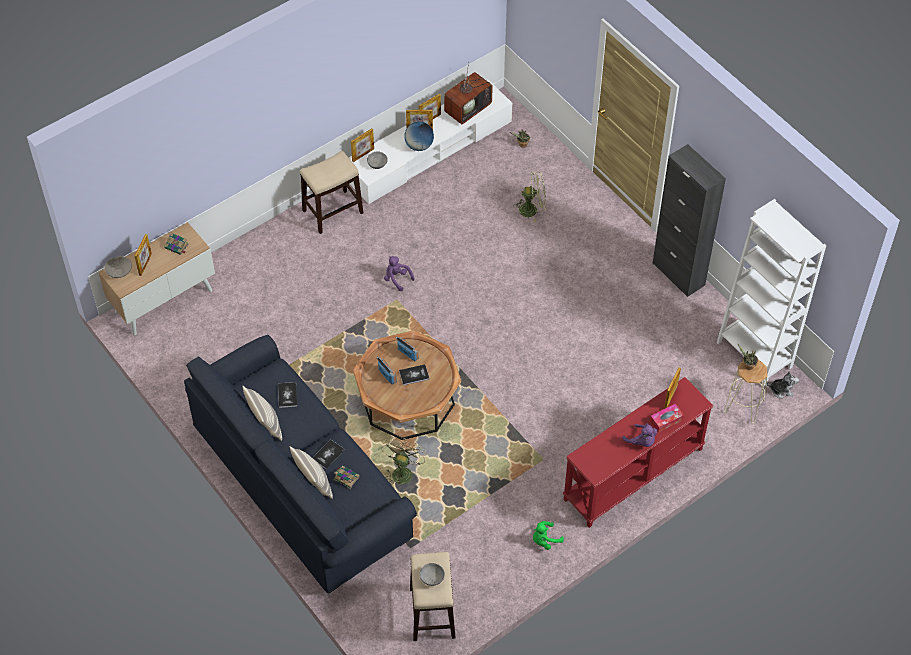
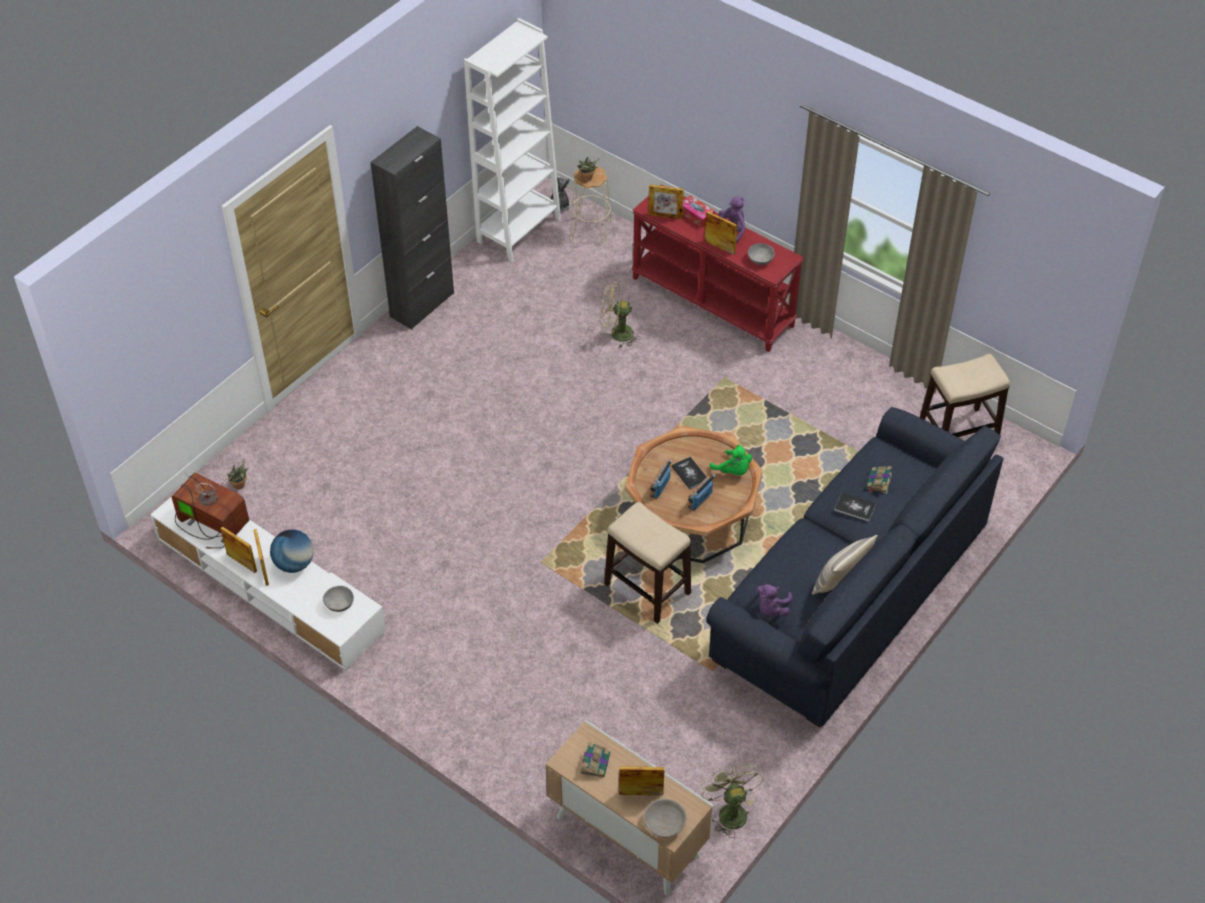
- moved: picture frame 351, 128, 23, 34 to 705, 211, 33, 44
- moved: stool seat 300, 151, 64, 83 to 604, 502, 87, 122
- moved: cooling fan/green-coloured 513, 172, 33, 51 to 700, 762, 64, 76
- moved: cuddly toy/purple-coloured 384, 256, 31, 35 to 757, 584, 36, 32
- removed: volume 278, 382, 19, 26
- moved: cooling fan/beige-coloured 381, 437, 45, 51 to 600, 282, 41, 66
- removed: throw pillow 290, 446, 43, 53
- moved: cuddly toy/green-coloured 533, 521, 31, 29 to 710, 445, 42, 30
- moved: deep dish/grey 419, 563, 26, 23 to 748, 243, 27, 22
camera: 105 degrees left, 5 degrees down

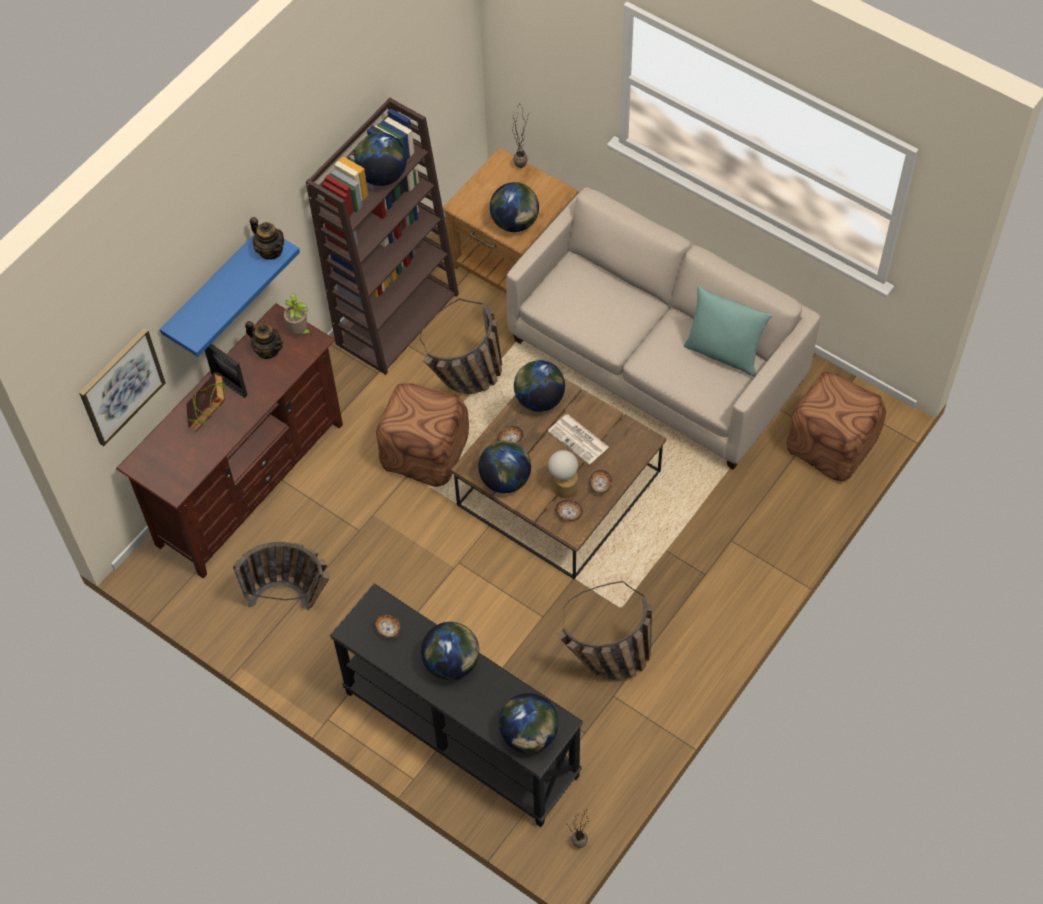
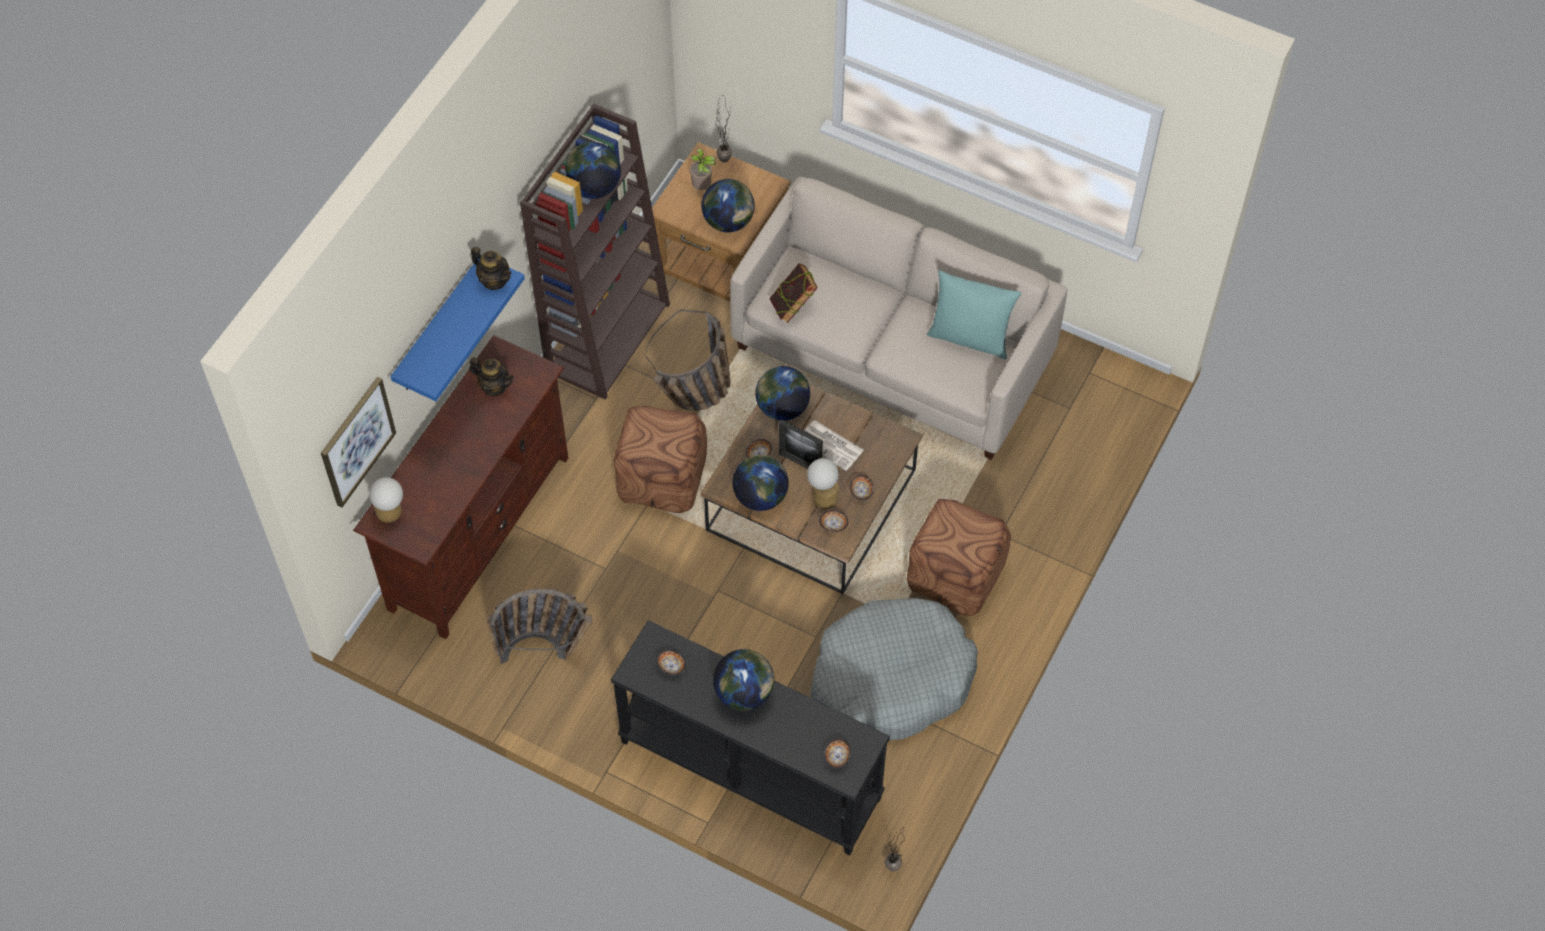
- moved: houseplant 284, 293, 28, 42 to 690, 148, 26, 42
- moved: picture frame 205, 344, 42, 54 to 779, 420, 44, 49
- moved: pouffe/brown-coloured 787, 372, 99, 109 to 907, 499, 104, 117
- moved: volume 186, 373, 39, 59 to 769, 263, 49, 60
- replaced: household basket 557, 581, 95, 100 to dog cushion/grey 810, 598, 168, 142
- replaced: world globe 499, 693, 59, 60 to deep dish 824, 739, 27, 29
- added: lamp for a table 369, 477, 34, 46
camera: 10 degrees left, 0 degrees up

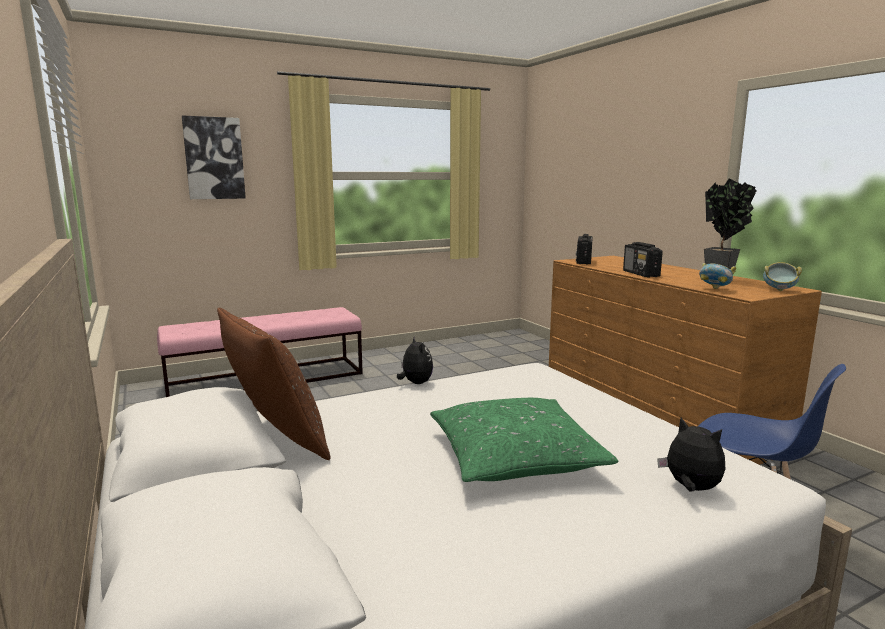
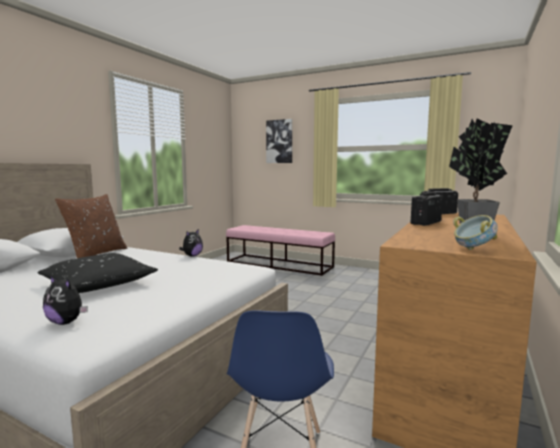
- removed: deep dish 699, 263, 37, 26
- recoloured: throw pillow/green-coloured 430, 398, 188, 84 to throw pillow/black-coloured 37, 253, 121, 40
- turned: cuddly toy 657, 418, 68, 74 = 43, 276, 45, 49 105 degrees clockwise
camera: 55 degrees right, 5 degrees down

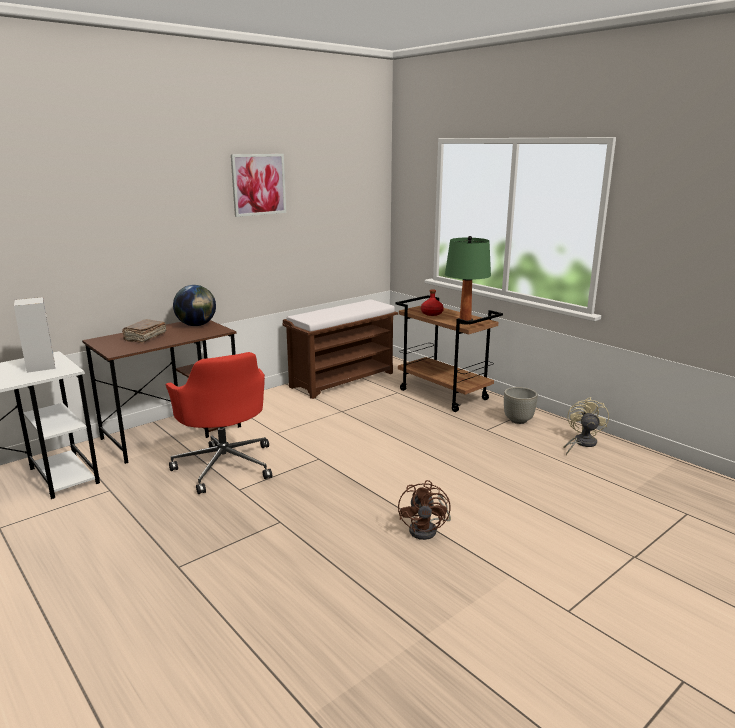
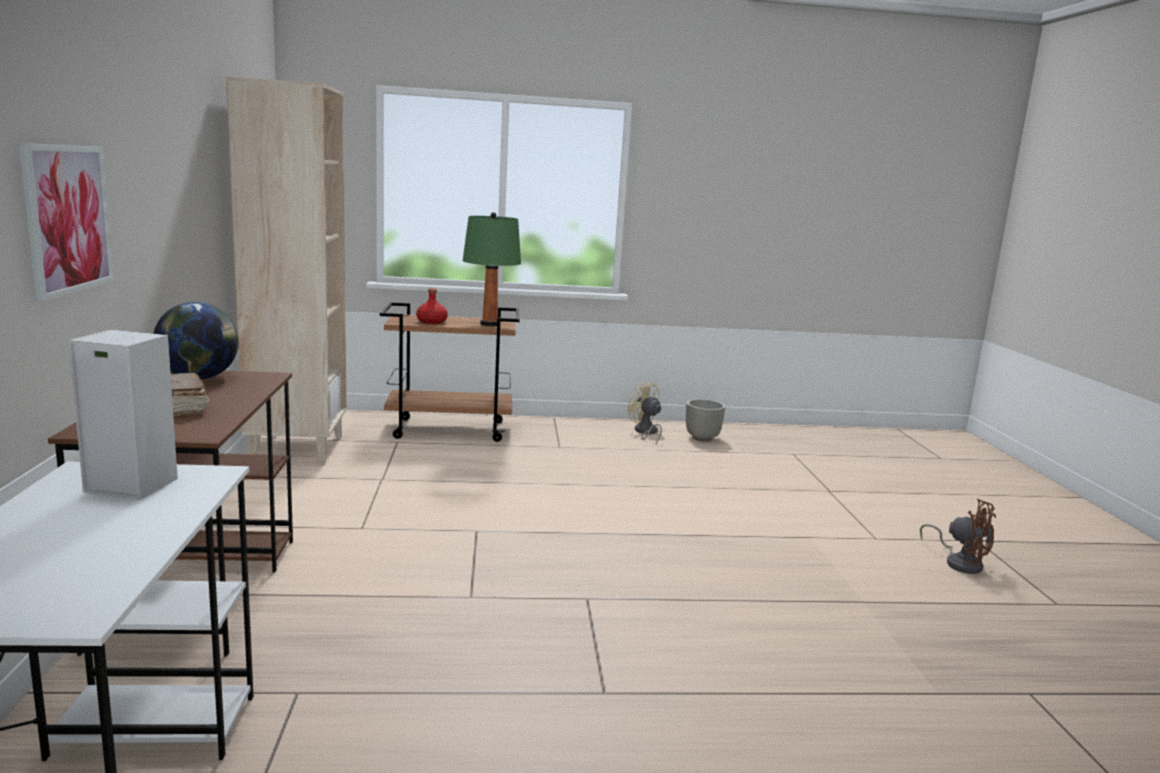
- moved: picture 231, 154, 55, 63 to 19, 143, 95, 159
- replaced: indoor bench/brown-coloured 282, 299, 116, 100 to bookshelf/beige-coloured 226, 76, 120, 389
- removed: computer chair/reddish 166, 352, 106, 142
- moved: flower pot/grey 504, 387, 34, 37 to 686, 399, 39, 42
- moved: cooling fan/brown-coloured 398, 480, 53, 60 to 920, 499, 76, 75
camera: 55 degrees left, 5 degrees down

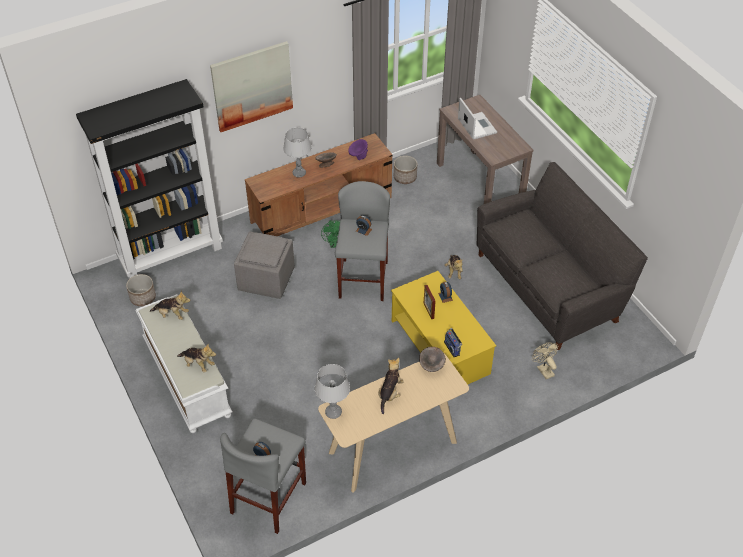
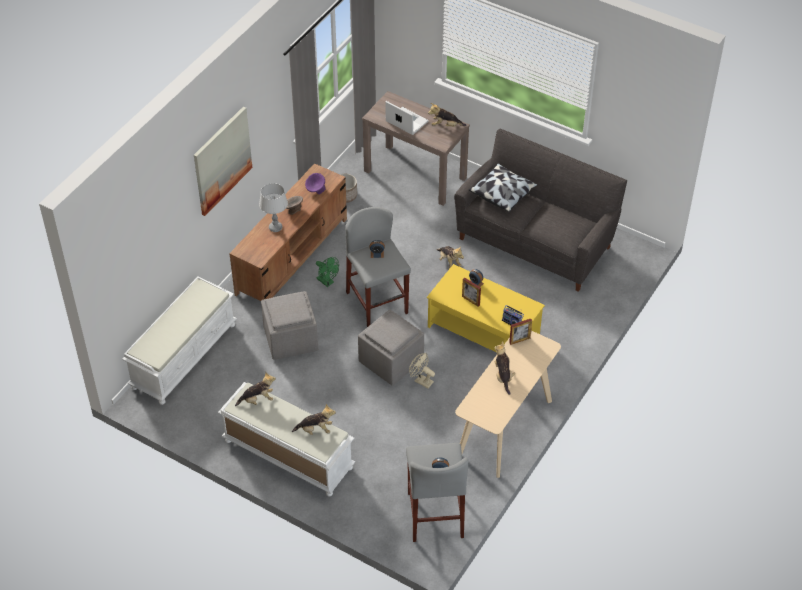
- replaced: bookshelf/black-coloured 76, 79, 147, 200 to indoor bench/whitish 122, 276, 115, 129
- removed: flower pot 126, 274, 30, 32
- moved: cooling fan/beige-coloured 532, 342, 26, 37 to 409, 353, 26, 35
- replaced: deep dish/grey 419, 347, 27, 25 to picture frame 509, 319, 23, 26
- removed: lamp for a table/grey 315, 364, 35, 55
- added: cuddly toy 428, 103, 38, 23
- added: throw pillow 469, 163, 69, 49
- added: pouffe/grey 358, 310, 66, 75
camera: 30 degrees left, 0 degrees up

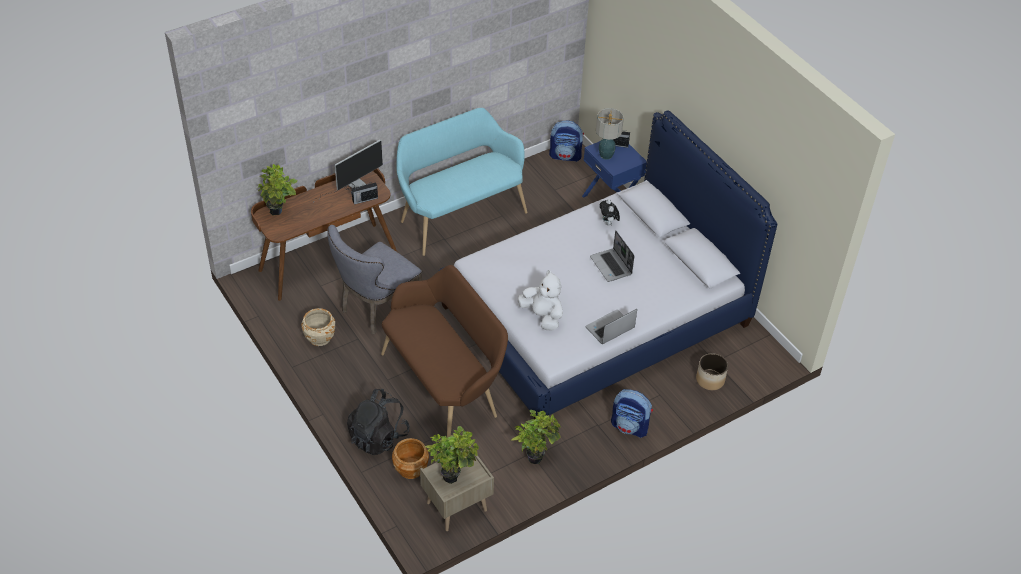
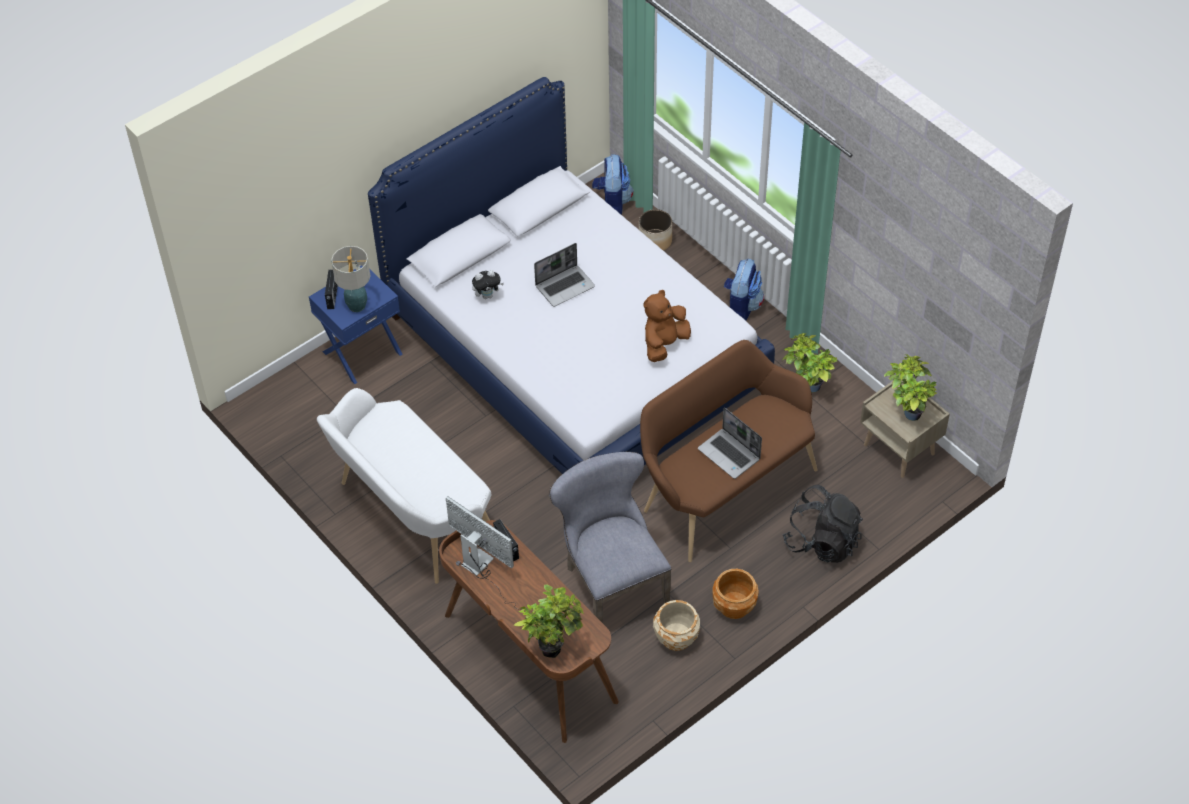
- recoloured: indoor bench/turquoise-coloured 397, 108, 130, 148 to indoor bench/whitish 317, 388, 174, 196
- moved: knapsack 549, 120, 35, 42 to 592, 154, 41, 60
- turned: chair/grey 327, 225, 95, 109 = 549, 452, 122, 170 150 degrees counterclockwise
- recoloured: cuddly toy/whitish 518, 270, 45, 61 to cuddly toy/brown-coloured 644, 290, 47, 72
- moved: notebook computer 585, 309, 52, 35 to 698, 407, 64, 72
- moved: flower pot/brown-coloured 392, 438, 37, 41 to 712, 569, 47, 50
camera: 95 degrees left, 5 degrees up

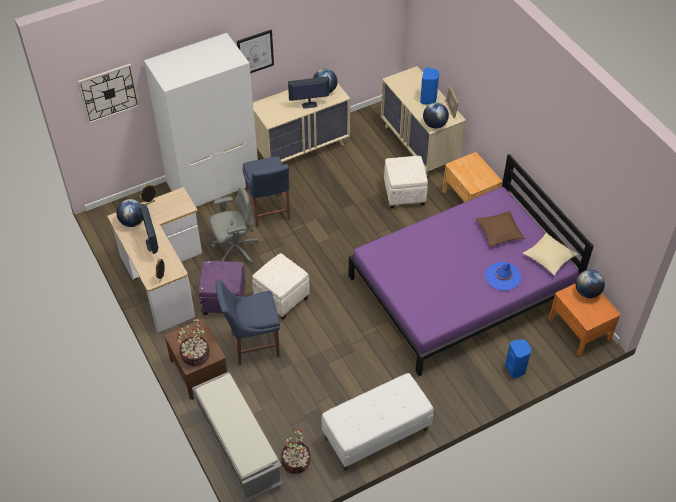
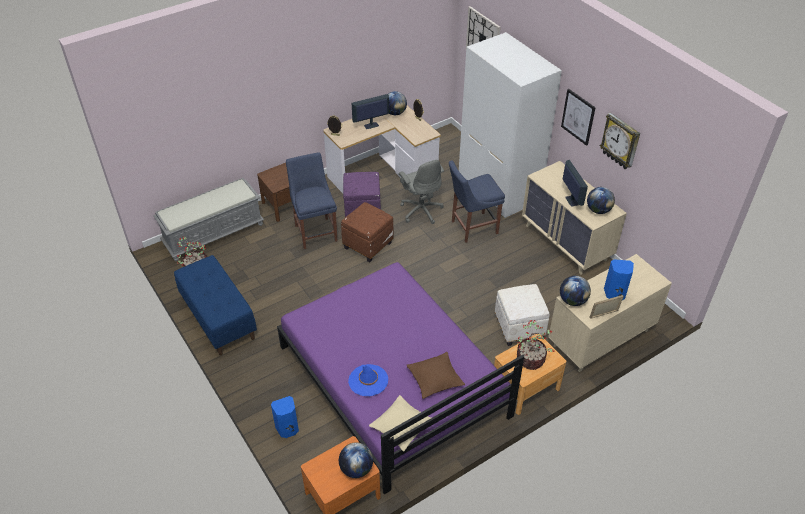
- recoloured: pouffe/whitish 252, 253, 58, 67 to pouffe/brown-coloured 341, 202, 52, 60
- moved: houseplant 176, 317, 34, 49 to 517, 320, 36, 50
- recoloured: indoor bench/whitish 321, 373, 113, 98 to indoor bench/blue 174, 255, 83, 100
- added: wall clock 600, 113, 40, 56
camera: 85 degrees right, 5 degrees down

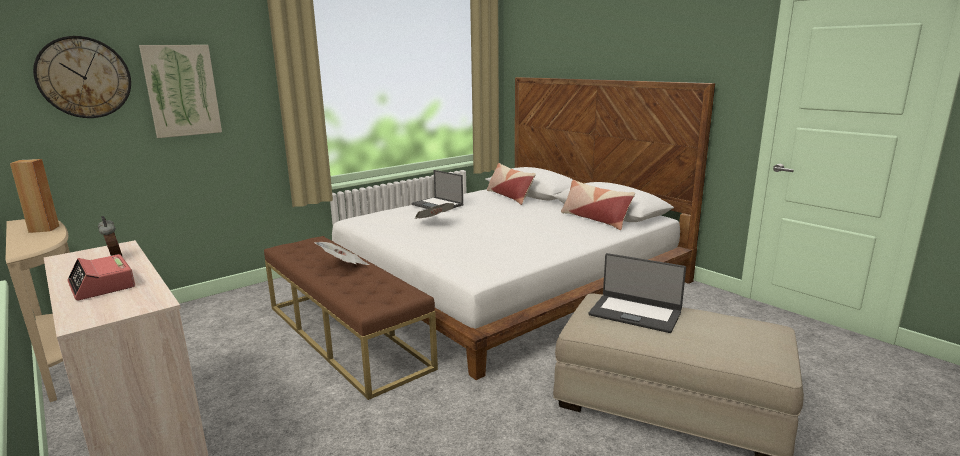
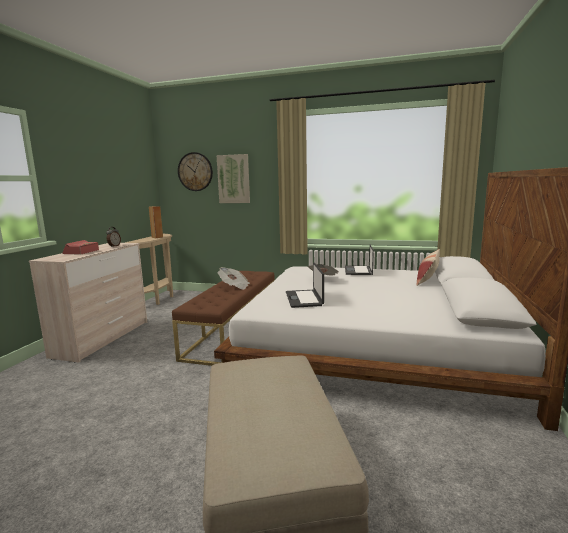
- removed: throw pillow 561, 180, 74, 50
- moved: notebook computer 589, 253, 97, 80 to 286, 262, 38, 46
camera: 55 degrees right, 5 degrees down

